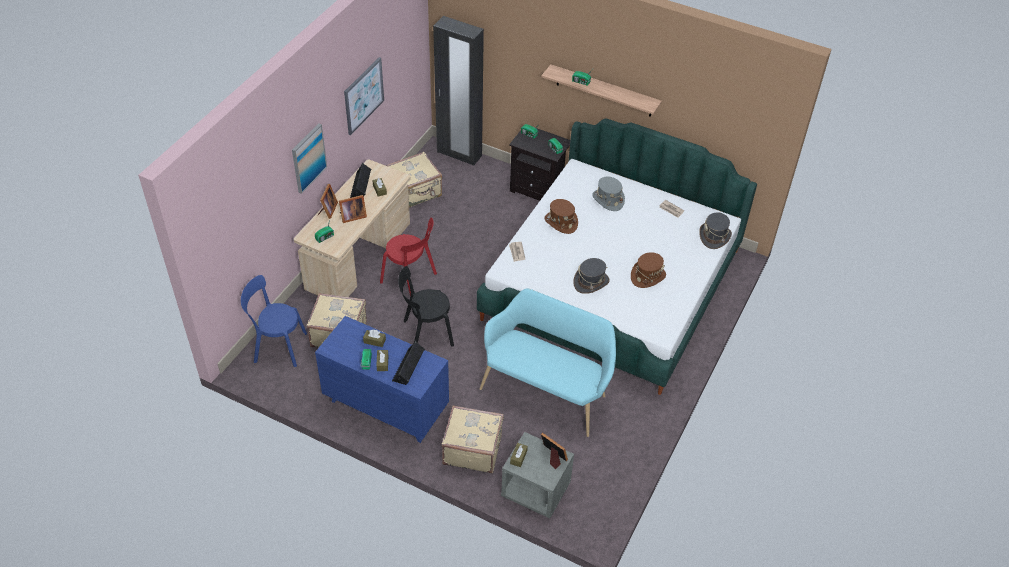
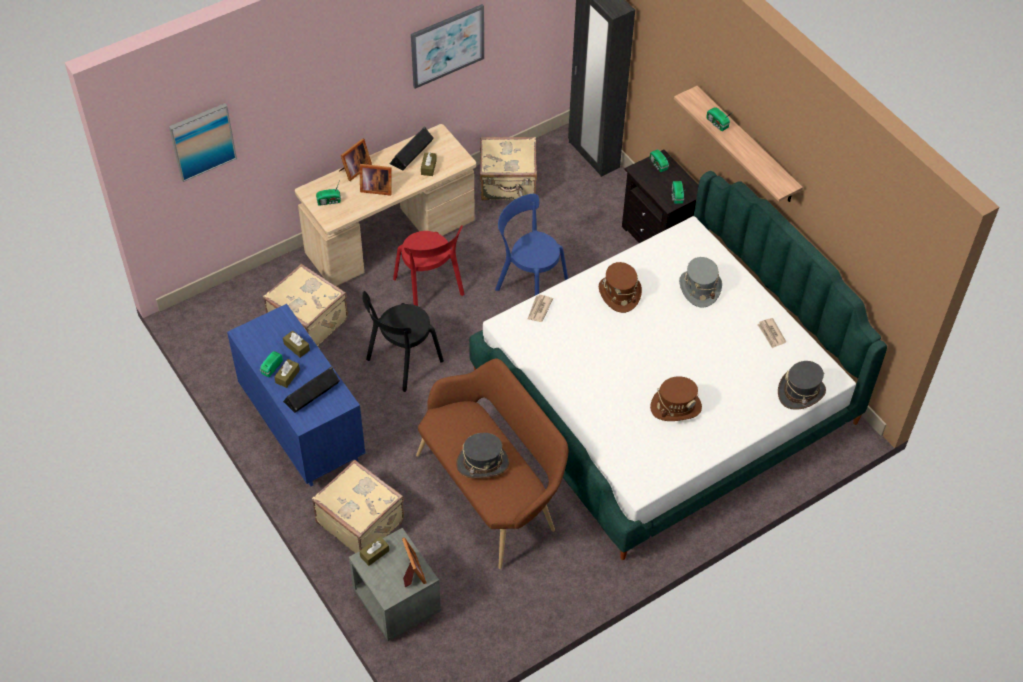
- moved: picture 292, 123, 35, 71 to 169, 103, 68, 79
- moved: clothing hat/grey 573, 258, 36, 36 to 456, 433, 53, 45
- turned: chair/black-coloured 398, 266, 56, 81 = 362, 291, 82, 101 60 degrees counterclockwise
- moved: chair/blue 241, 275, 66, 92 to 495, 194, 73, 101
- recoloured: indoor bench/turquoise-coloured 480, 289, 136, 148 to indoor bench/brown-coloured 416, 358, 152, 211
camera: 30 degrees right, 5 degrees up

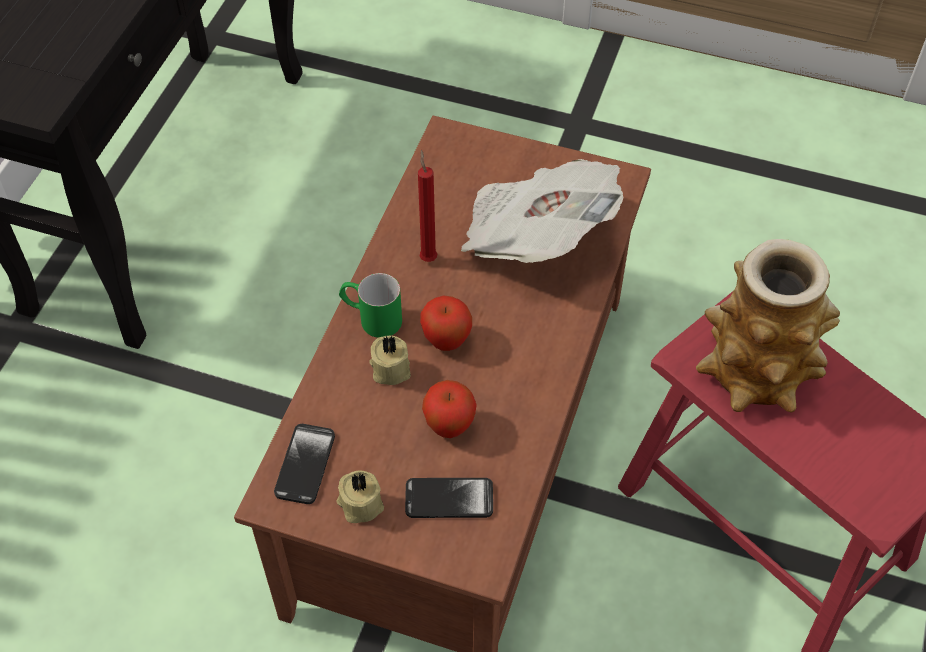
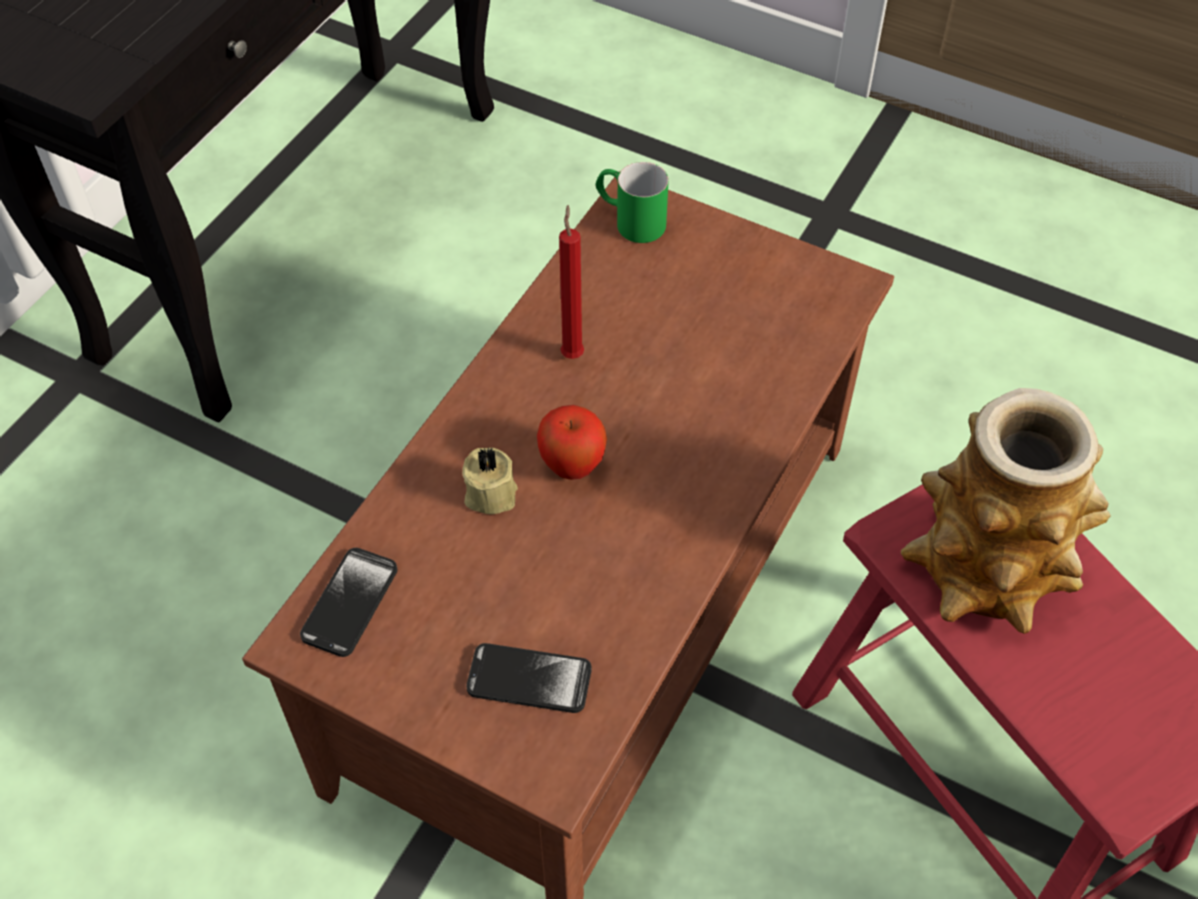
- removed: daily paper 461, 159, 162, 104
- moved: tea mug/green-coloured 339, 273, 63, 65 to 595, 162, 74, 81
- removed: apple fruit 422, 380, 55, 58
- removed: wax light/beige-coloured 337, 470, 47, 53
camera: 10 degrees right, 0 degrees up

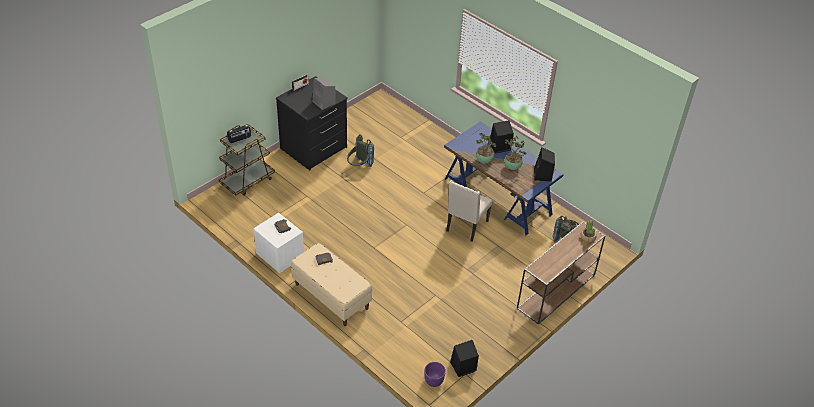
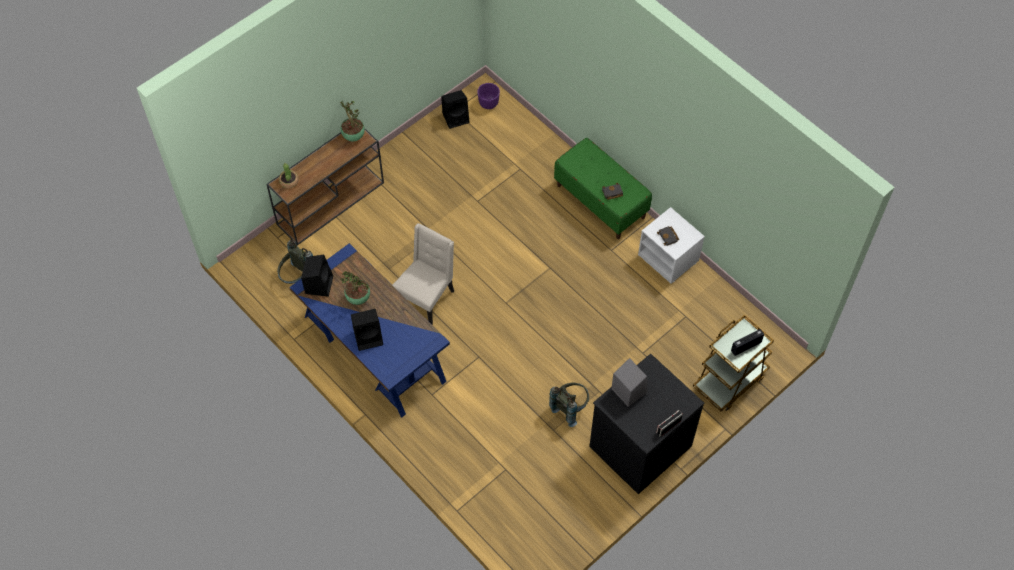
- moved: houseplant 476, 133, 20, 30 to 341, 101, 24, 40
- recoloured: indoor bench/beige-coloured 291, 243, 81, 83 to indoor bench/green-coloured 554, 138, 98, 101
camera: 175 degrees left, 15 degrees up

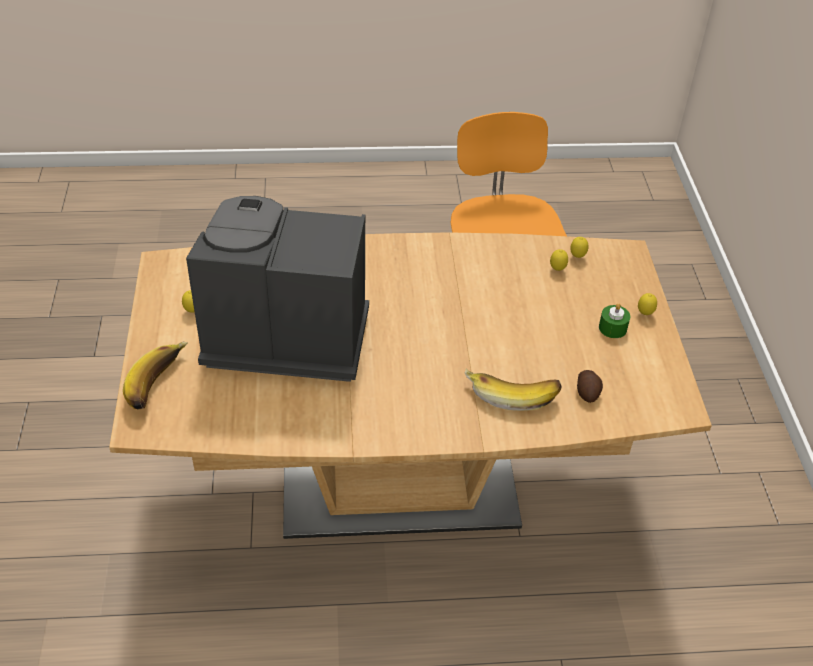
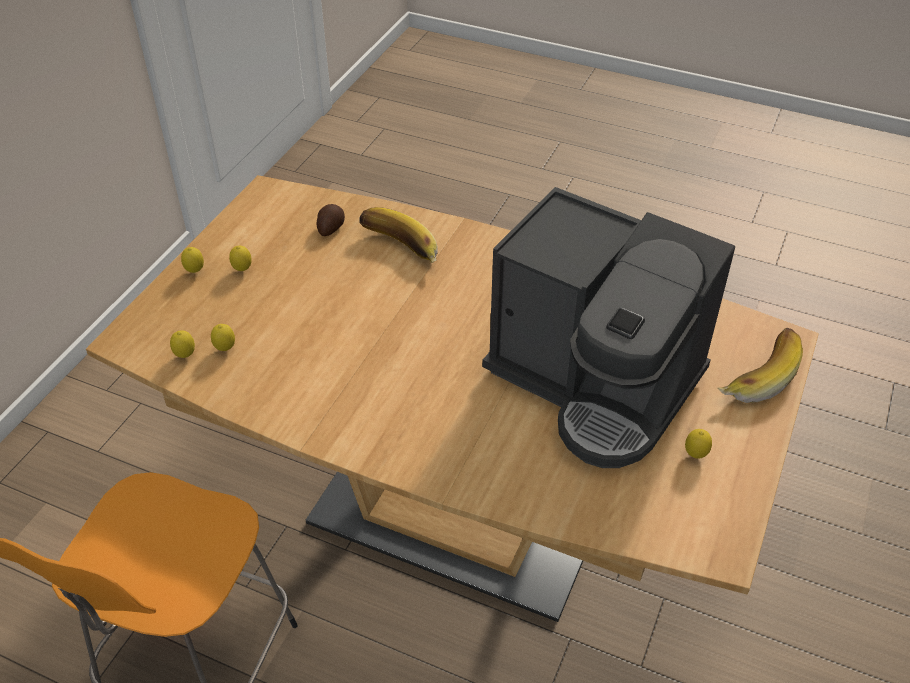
- replaced: wax light/green-coloured 599, 303, 31, 35 to whole lemon 229, 246, 23, 25
camera: 150 degrees left, 0 degrees up

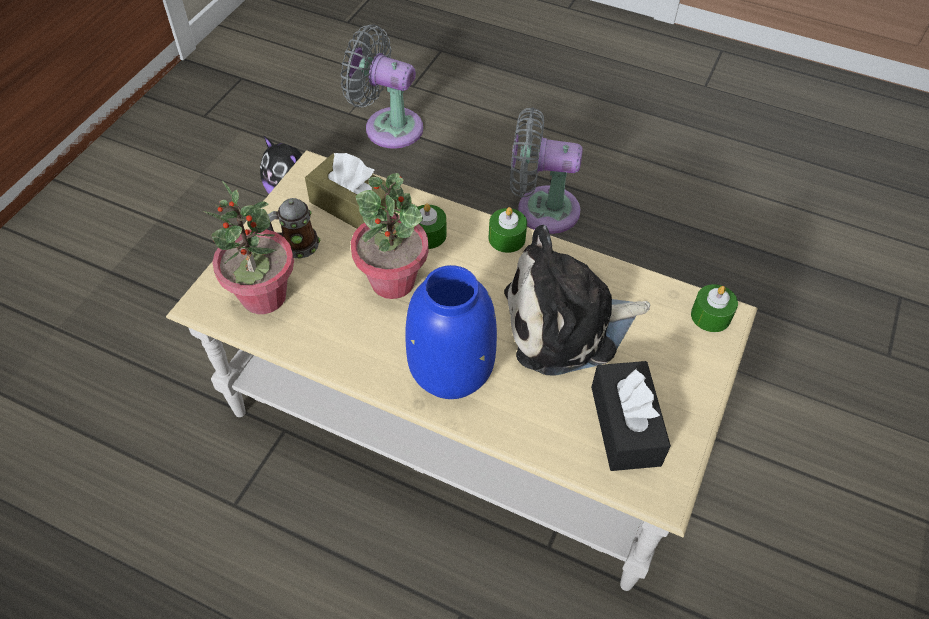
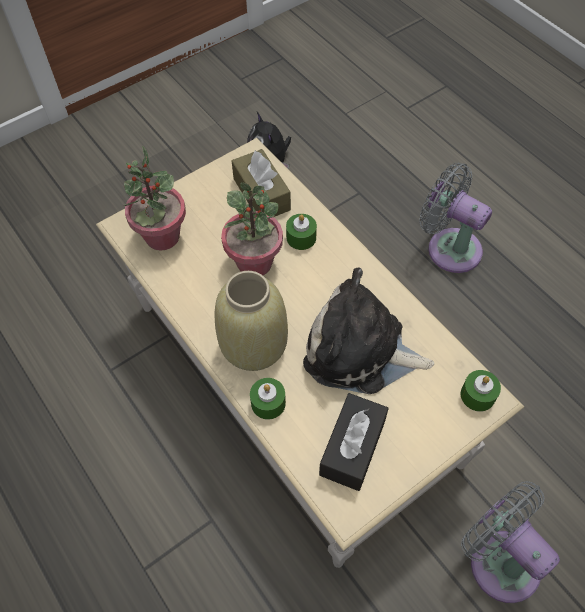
- moved: cooling fan/grey 340, 25, 83, 124 to 461, 481, 99, 122
- removed: tea mug 266, 198, 54, 61
- moved: wax light/green-coloured 489, 207, 38, 46 to 250, 378, 36, 42
- recoloured: flower vase/blue 405, 265, 92, 134 to flower vase/beige-coloured 215, 271, 73, 100
camera: 30 degrees right, 5 degrees up

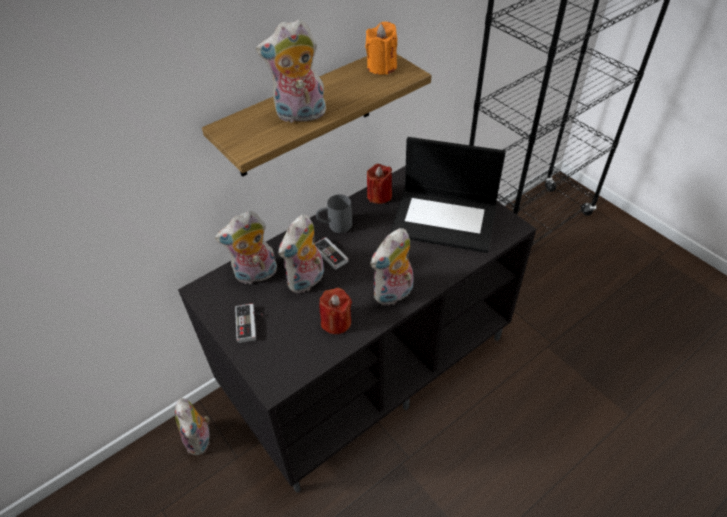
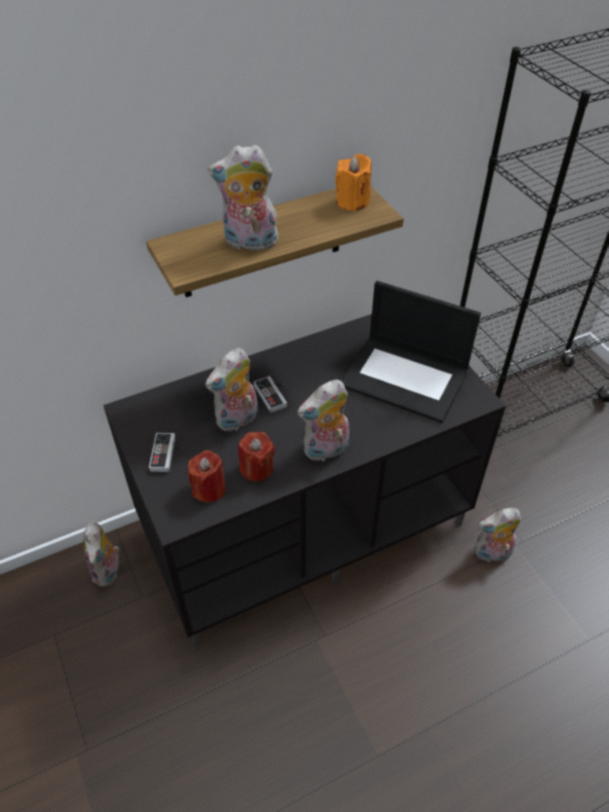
- moved: wax light/reddish 367, 164, 25, 40 to 188, 450, 38, 52
- removed: tea mug/grey 316, 194, 36, 39
- moved: cuddly toy 215, 211, 62, 73 to 475, 508, 46, 56
camera: 10 degrees right, 0 degrees up

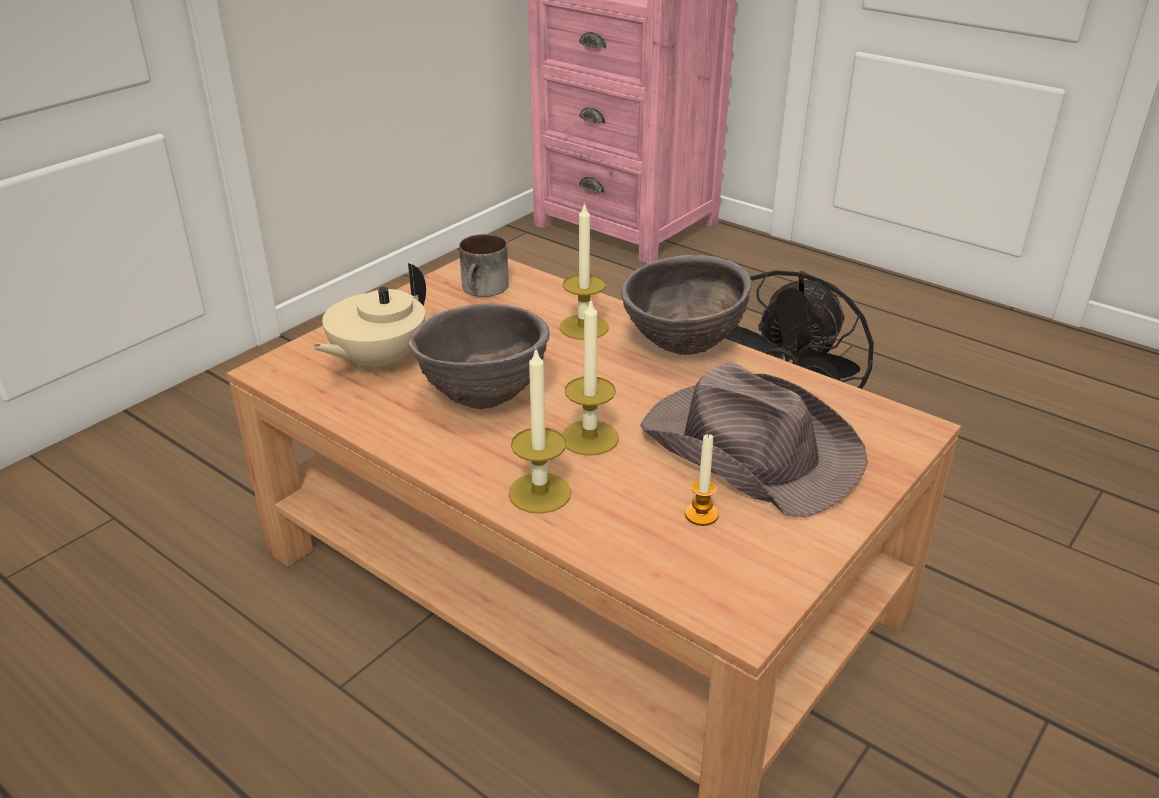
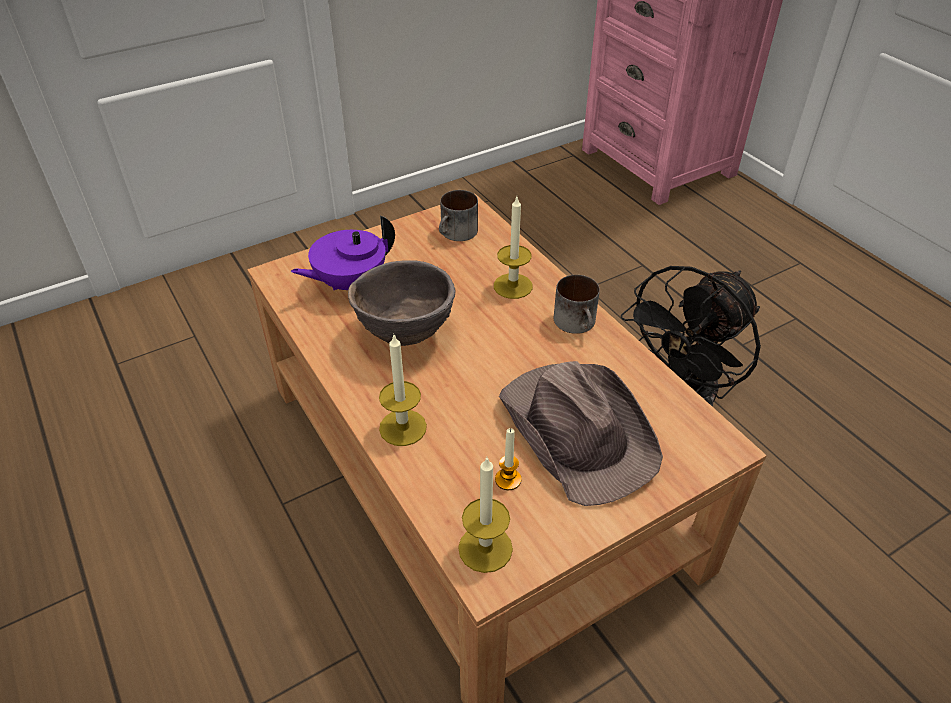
- replaced: deep dish/brown-coloured 621, 255, 131, 100 to tea mug 554, 275, 46, 59
- recoloured: tea pot/beige-coloured 311, 263, 115, 110 to tea pot/purple-coloured 291, 215, 104, 75
- moved: wax light 562, 298, 57, 158 to 458, 456, 55, 117
camera: 20 degrees right, 10 degrees up

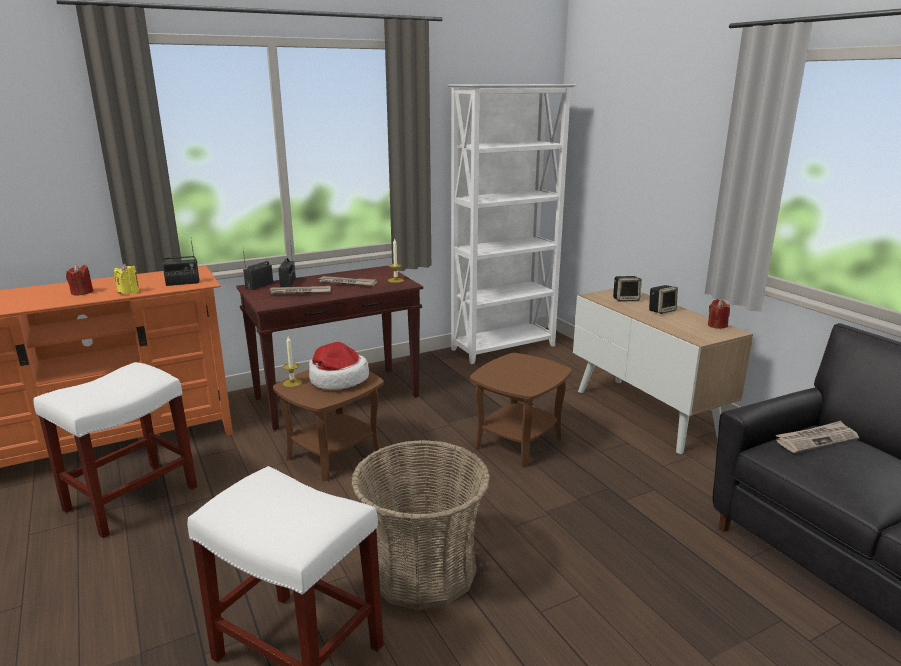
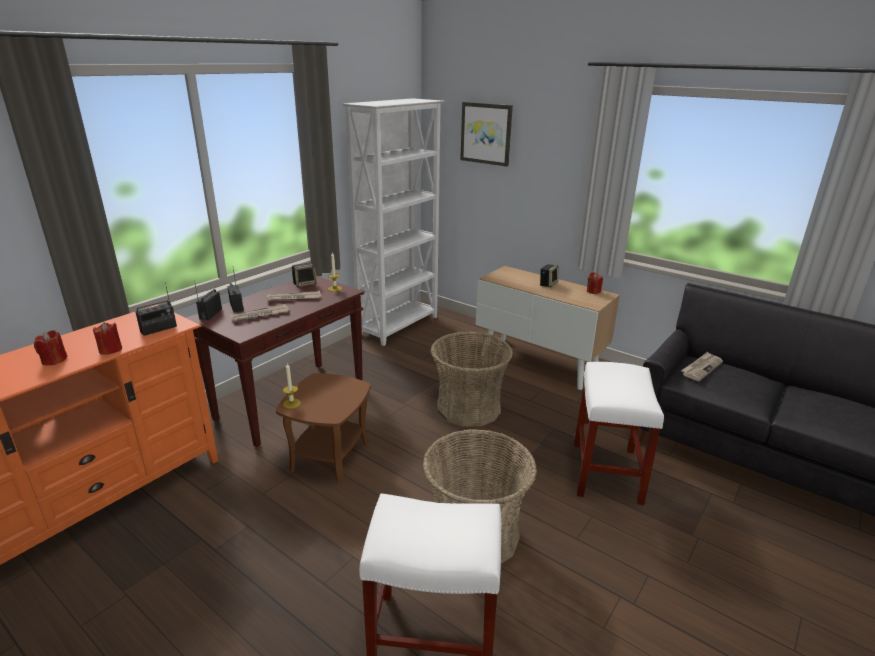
- recoloured: wax light/yellow-coloured 114, 264, 26, 31 to wax light/reddish 93, 322, 29, 33
- moved: loudspeaker 613, 276, 29, 26 to 292, 263, 25, 24
- removed: clothing hat 309, 342, 60, 48
- replaced: end table/brown-coloured 470, 353, 102, 114 to household basket 430, 331, 83, 96
- moved: stool seat/whitish 34, 362, 163, 176 to 574, 362, 90, 143
- added: picture 460, 102, 53, 65
camera: 25 degrees left, 5 degrees up

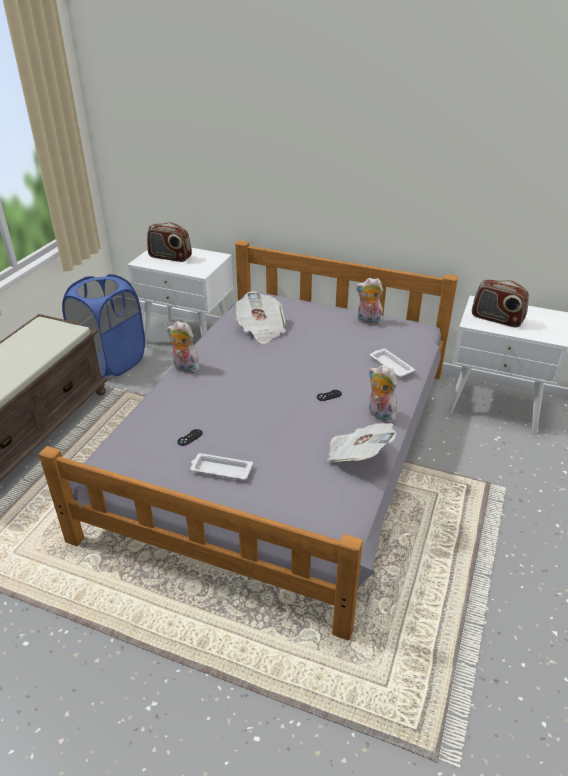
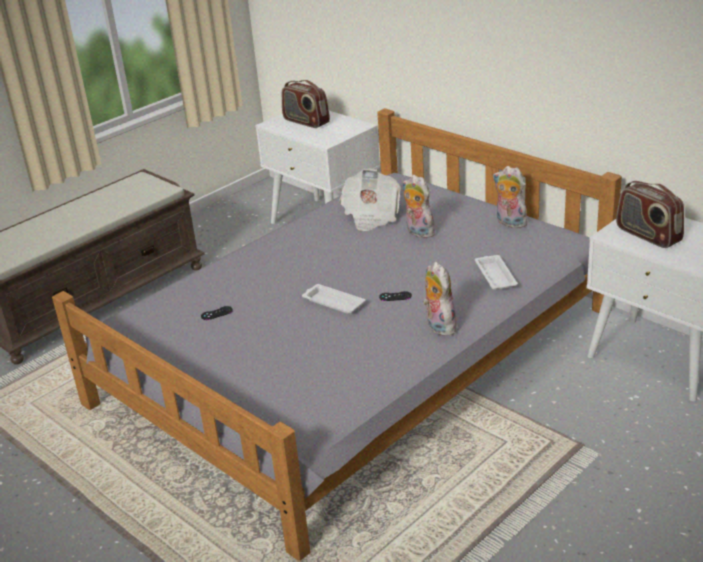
- removed: washing basket/blue 62, 274, 83, 104
- moved: cuddly toy 167, 321, 33, 52 to 403, 175, 34, 63
- removed: daily paper 327, 423, 69, 39
- moved: carrying tray/whitish 190, 453, 63, 27 to 302, 284, 64, 30
camera: 25 degrees right, 5 degrees down

